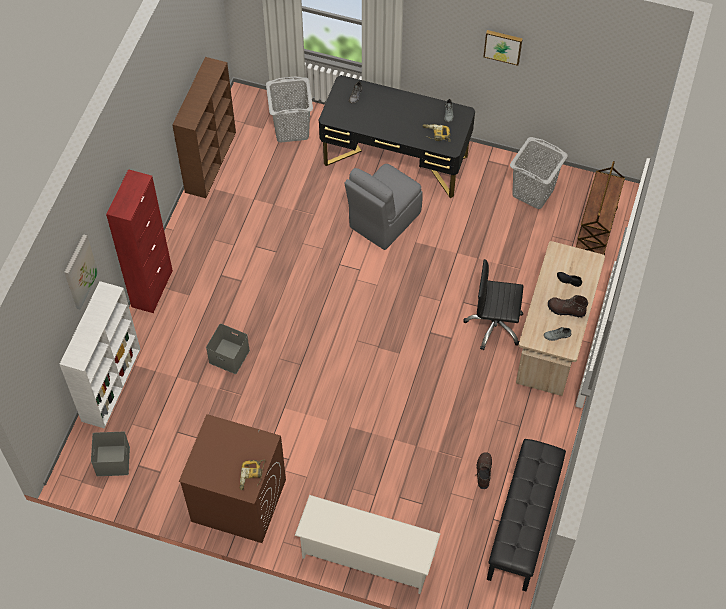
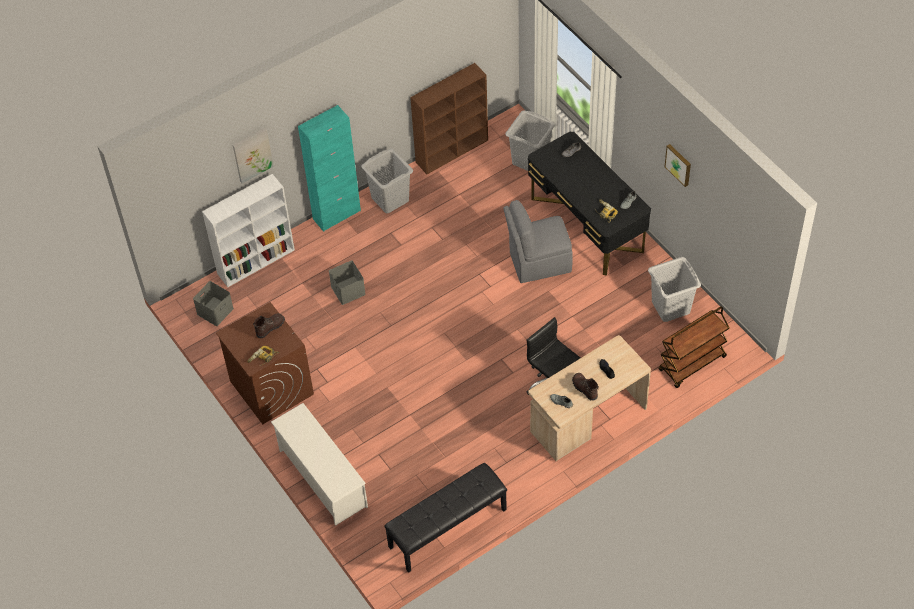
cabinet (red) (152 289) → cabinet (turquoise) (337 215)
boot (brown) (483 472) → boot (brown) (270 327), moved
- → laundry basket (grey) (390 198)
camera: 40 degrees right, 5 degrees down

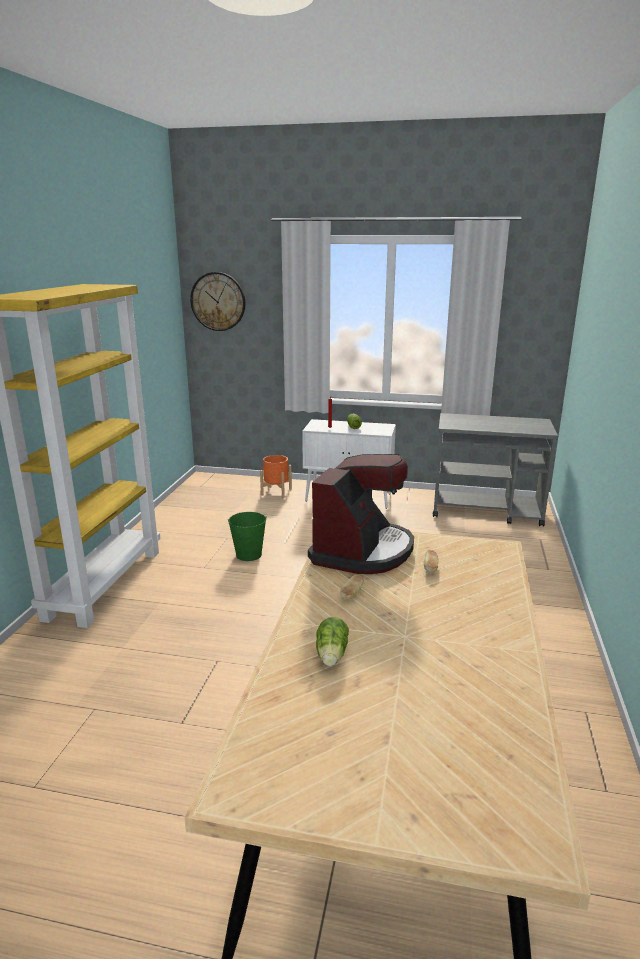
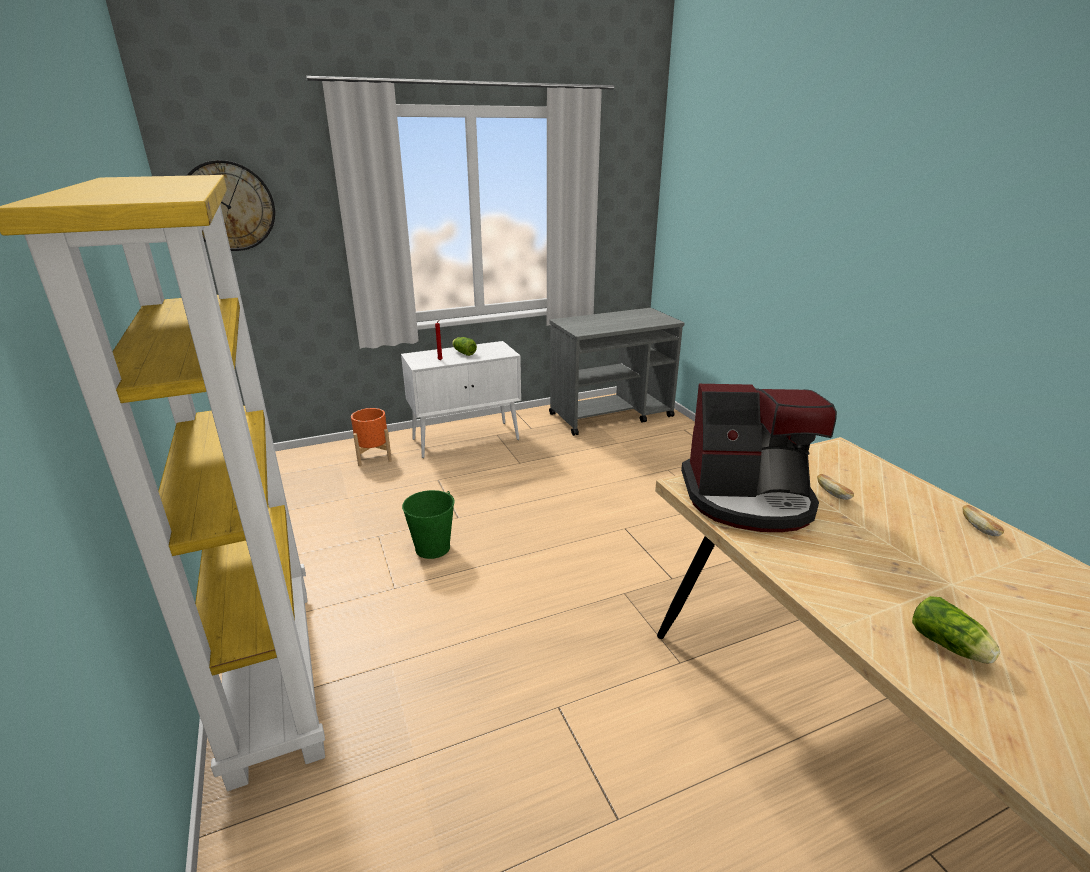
coffee machine (362 551) → coffee machine (748 499), 105 degrees clockwise
bread (352 594) → bread (979 528), moved
camera: 35 degrees left, 5 degrees up

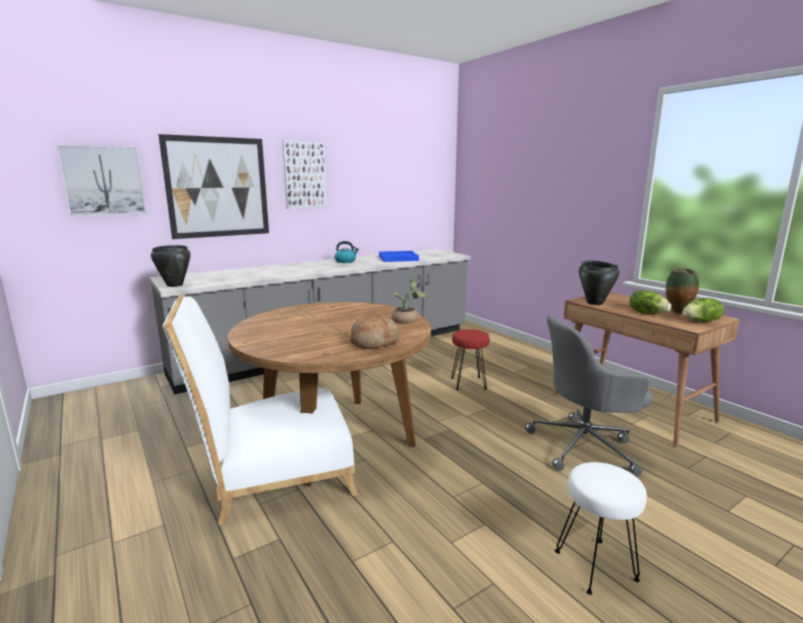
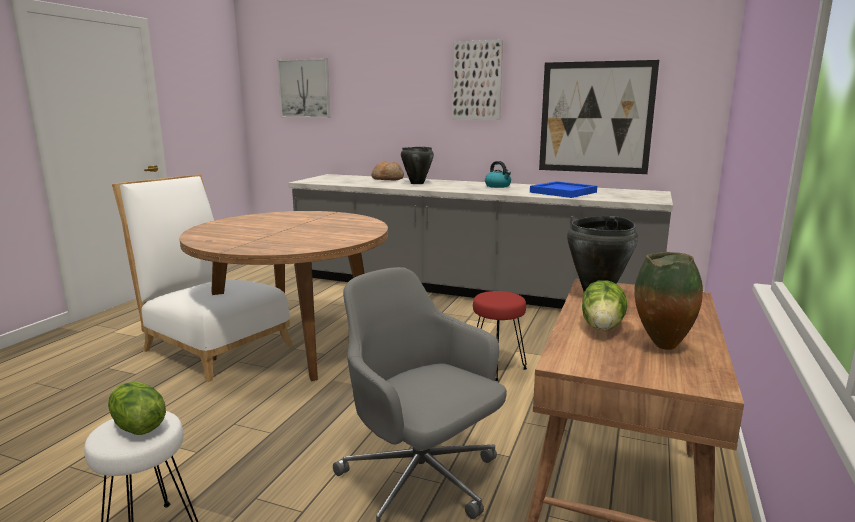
picture (218 187) → picture (595 118), moved
cooking pot (black) (174 285) → cooking pot (black) (416 183), moved
potted plant (407 321) → -
lettuce (701 321) → lettuce (137 426), moved
bread (374 342) → bread (388 179), moved
camera: 55 degrees right, 0 degrees up

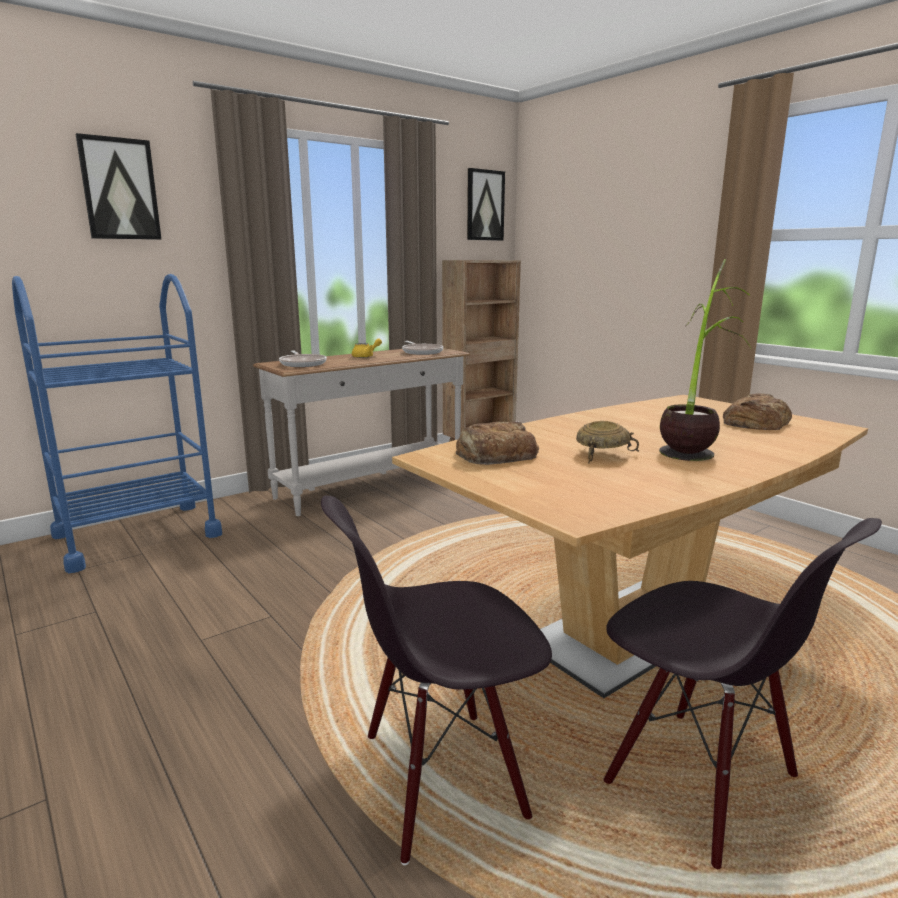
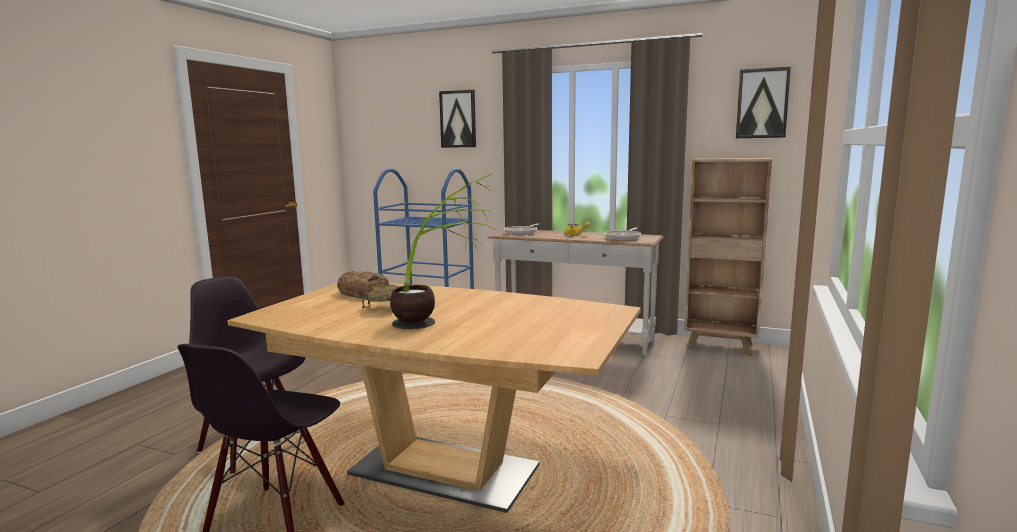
bread (755 422) → -
camera: 60 degrees right, 5 degrees down

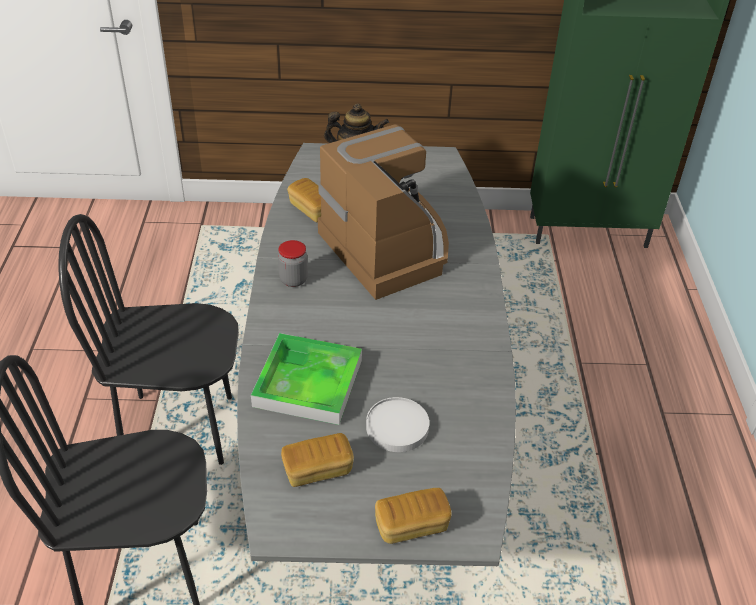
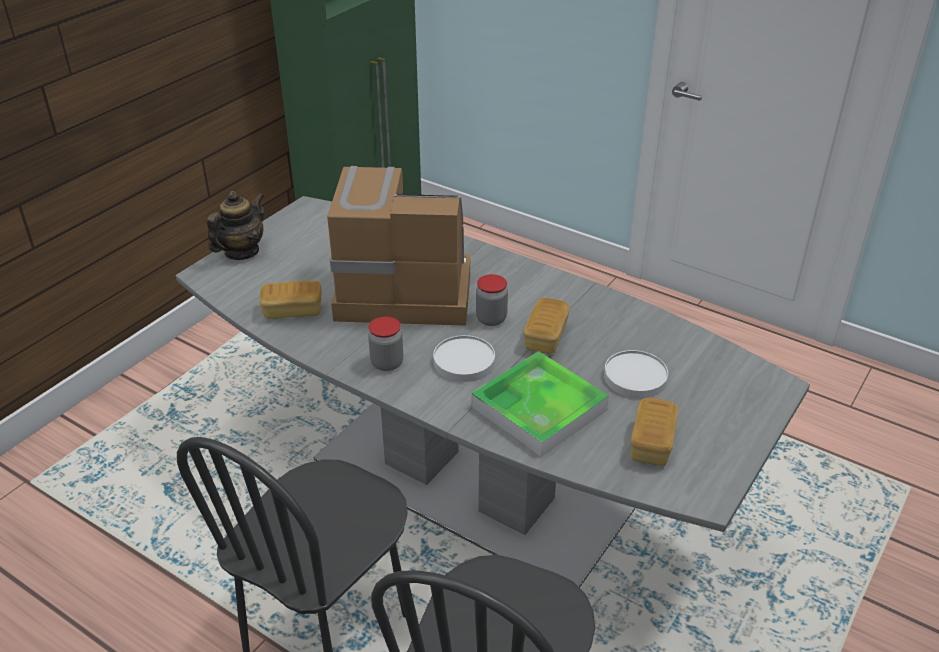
bread (411 525) → bread (545 337), moved
- → jar (491 319)
- → plate (white) (463 361)
camera: 55 degrees left, 5 degrees down

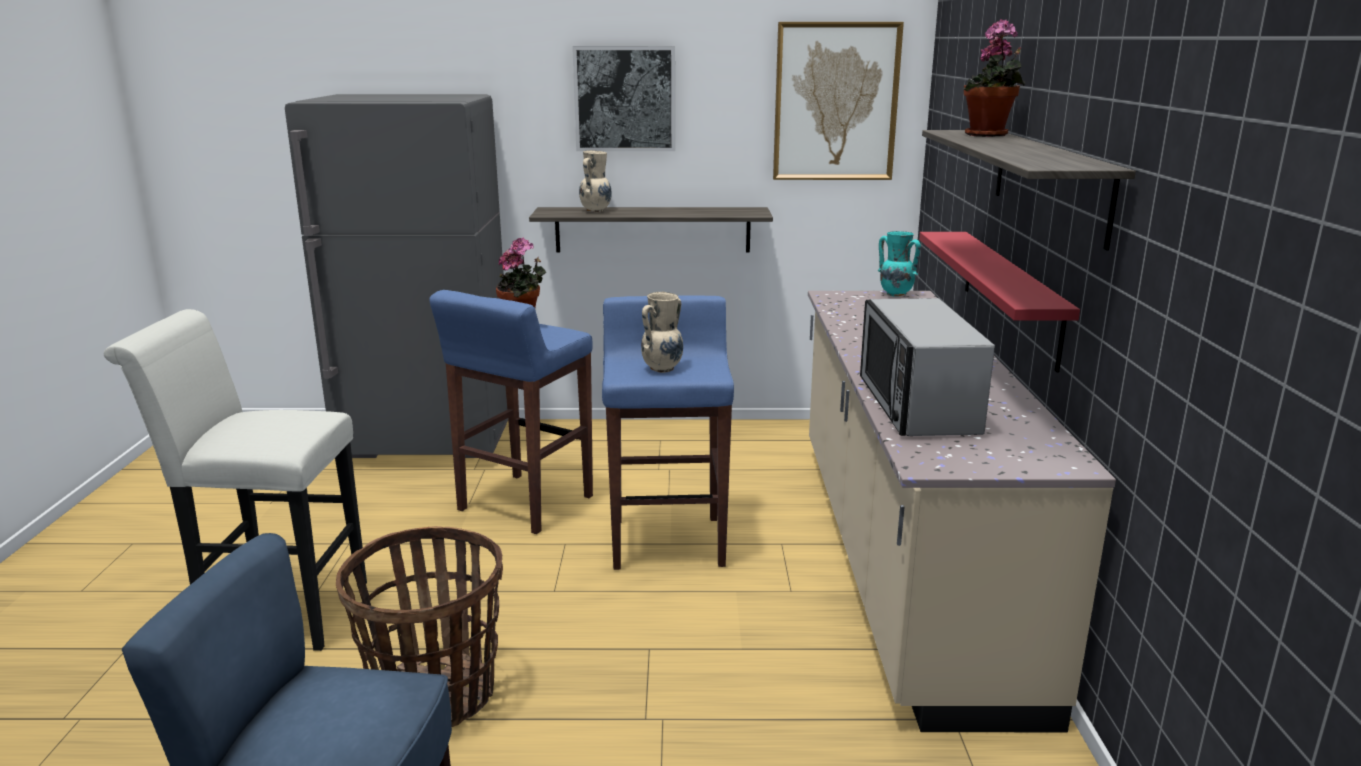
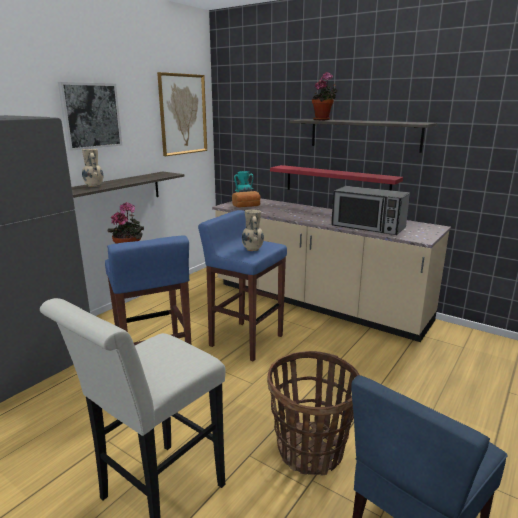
- → bread (247 206)
camera: 55 degrees left, 0 degrees up

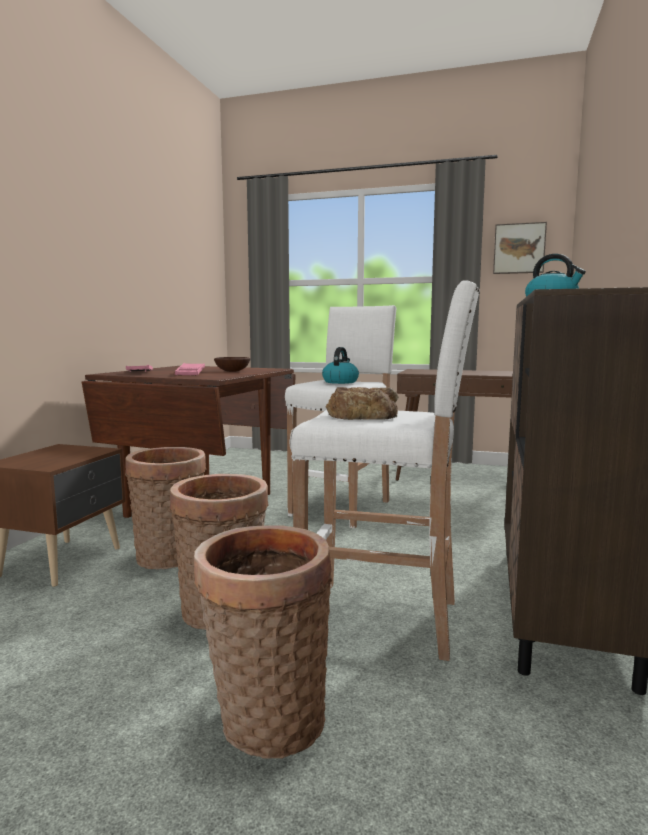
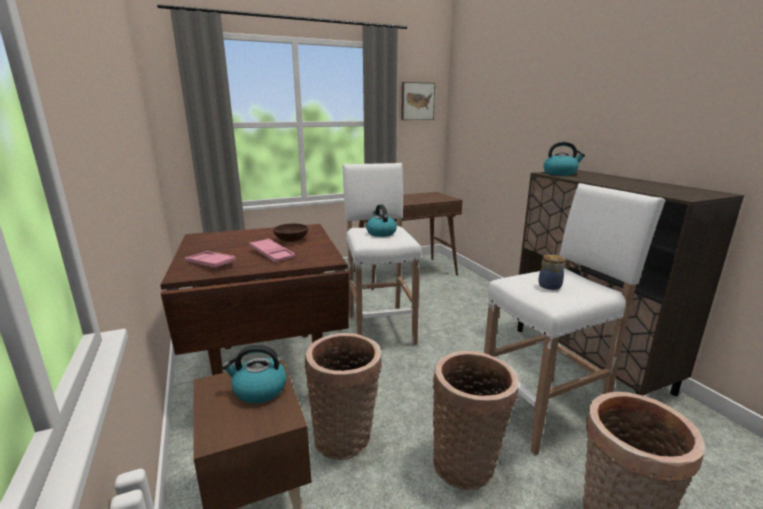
bread (363 414) → jar (549 285)
- → kettle (259 390)
camera: 40 degrees left, 10 degrees up

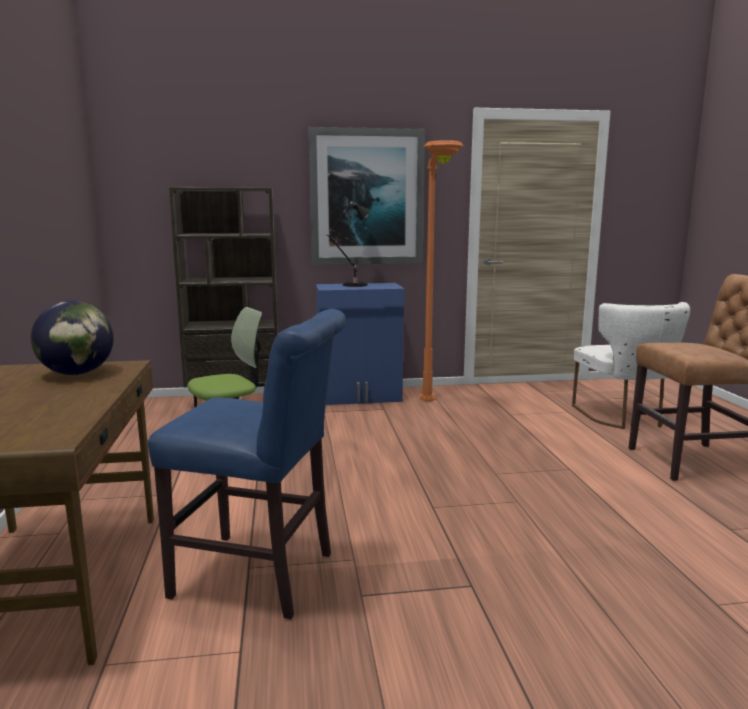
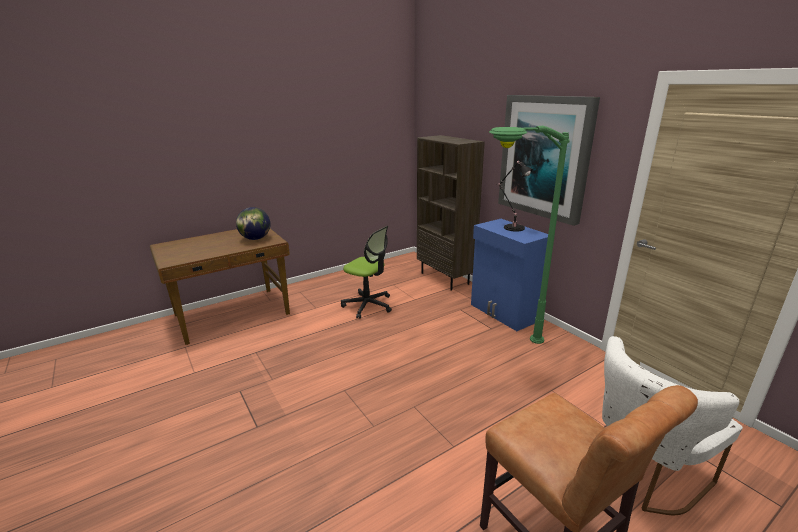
floor lamp (orange) (433 415) → floor lamp (green) (502 352)
chair (blue) (262 576) → -
camera: 65 degrees right, 10 degrees up

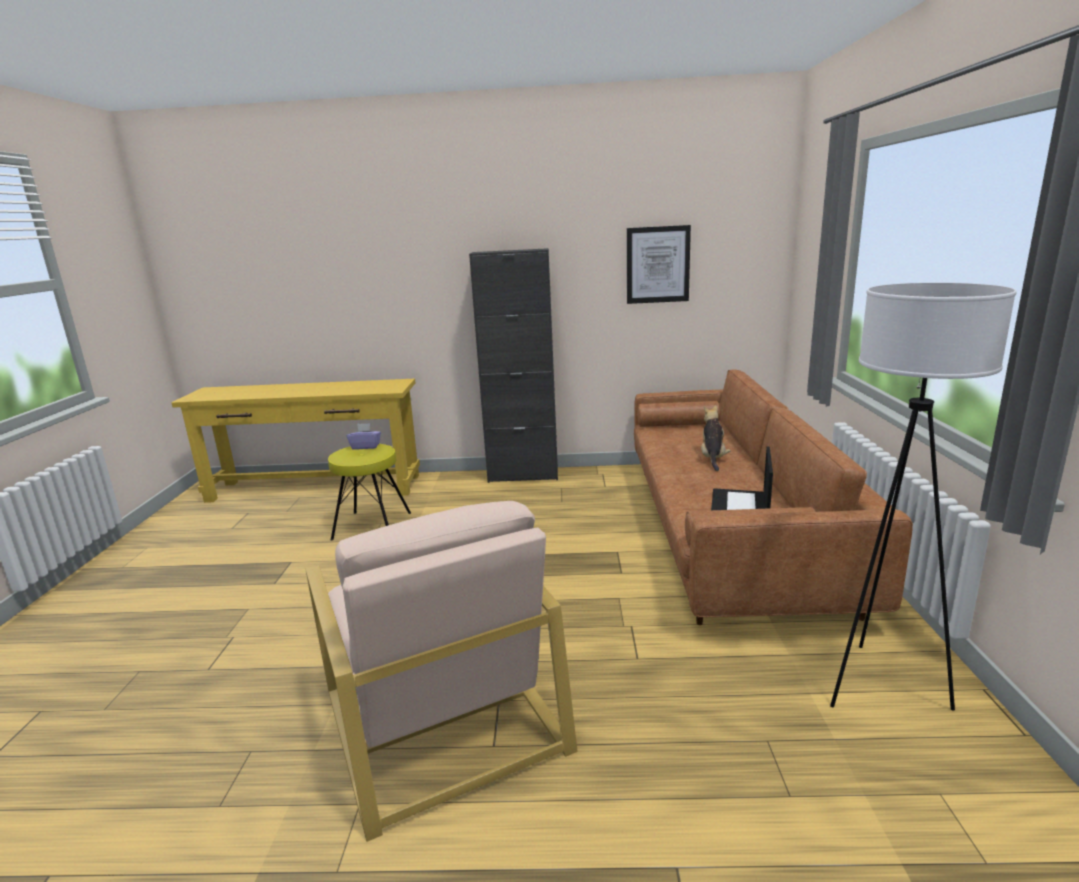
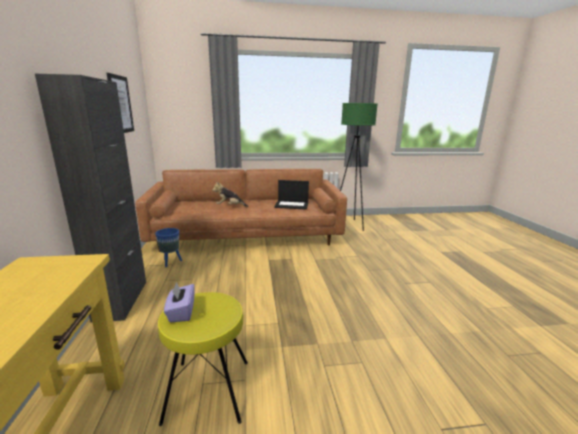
floor lamp (white) (878 686) → floor lamp (green) (349 225)
armchair (beige) (442 717) → -
- → planter (blue) (171 262)
camera: 100 degrees left, 0 degrees up

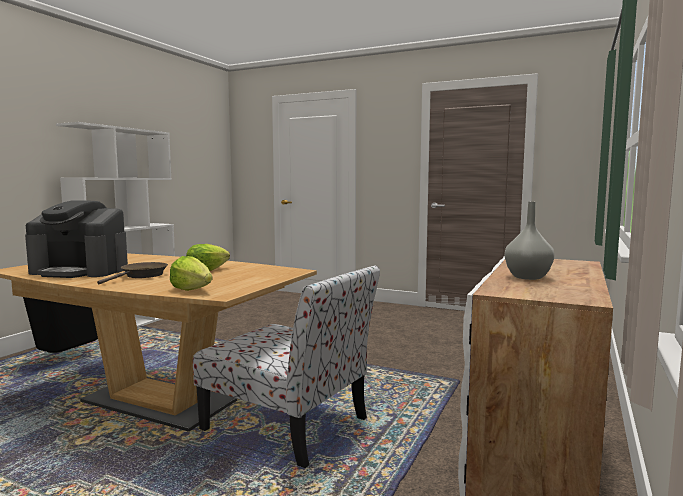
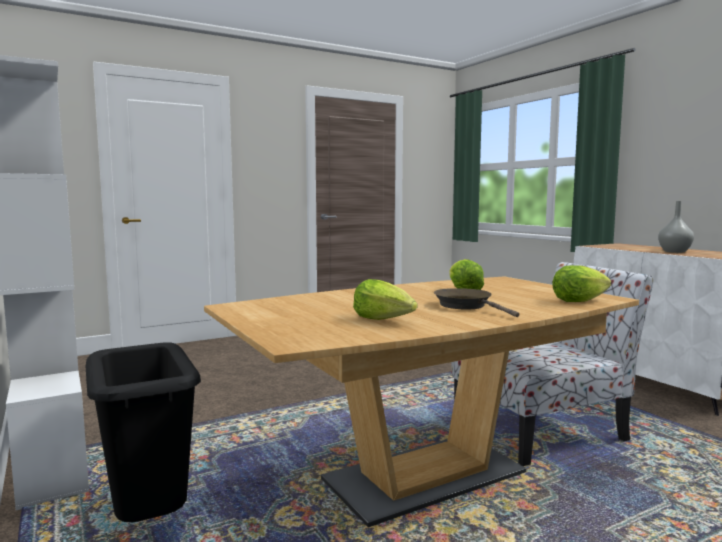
coffee machine (81 271) → lettuce (384 319)
camera: 55 degrees left, 0 degrees up

